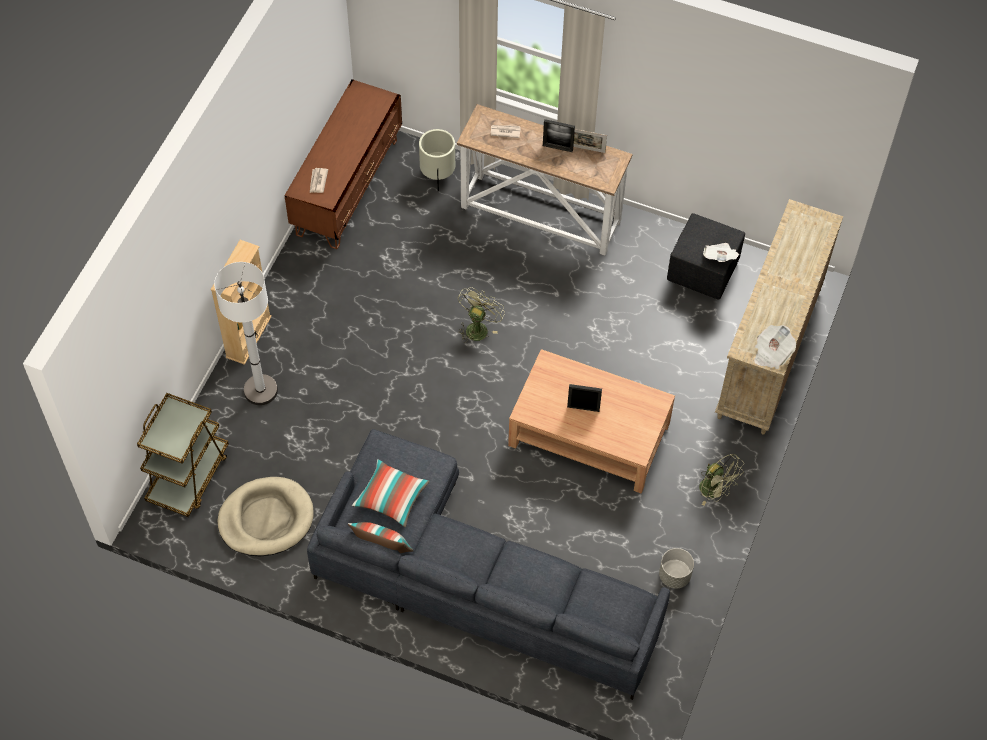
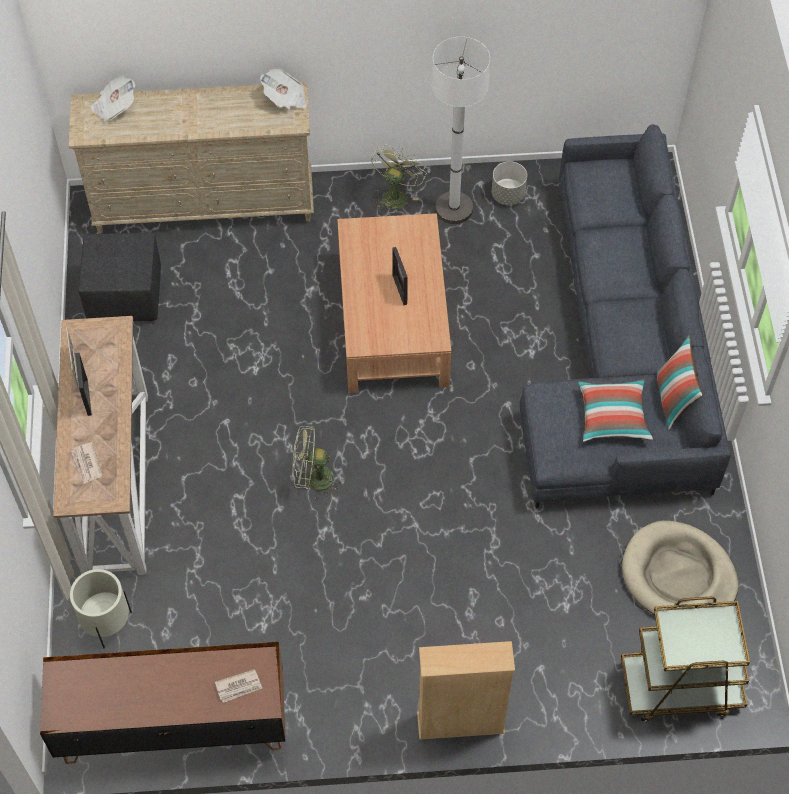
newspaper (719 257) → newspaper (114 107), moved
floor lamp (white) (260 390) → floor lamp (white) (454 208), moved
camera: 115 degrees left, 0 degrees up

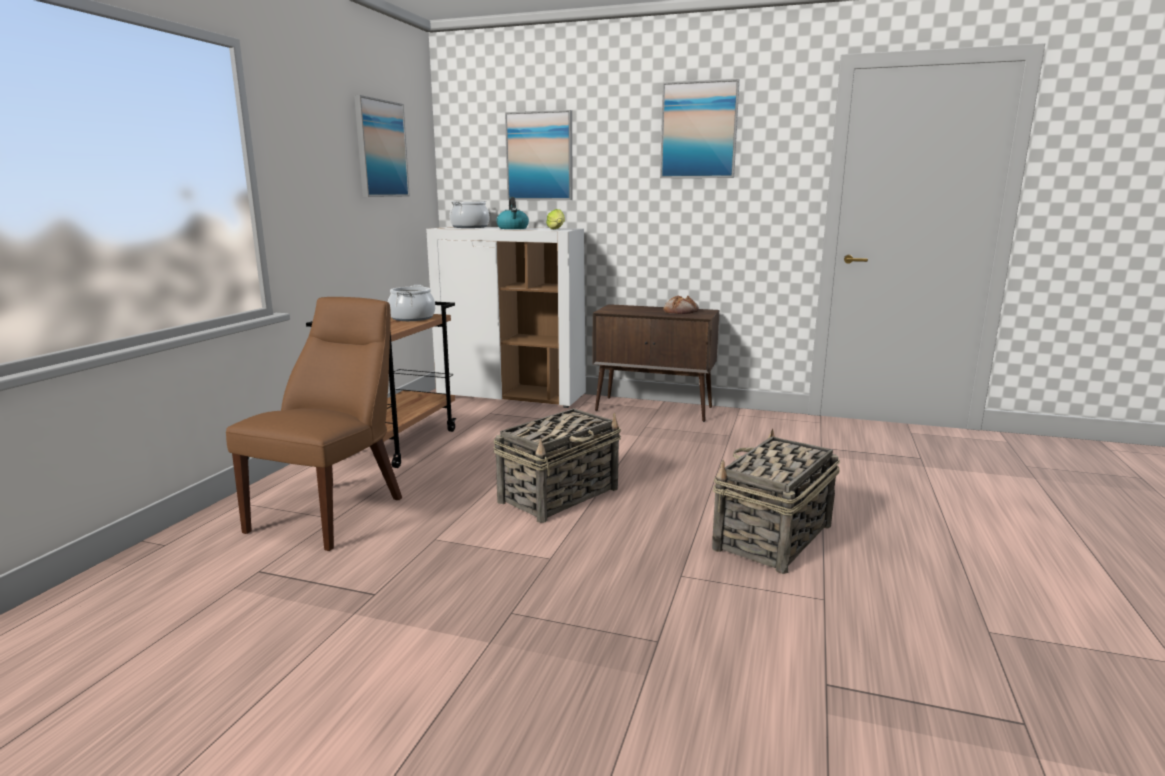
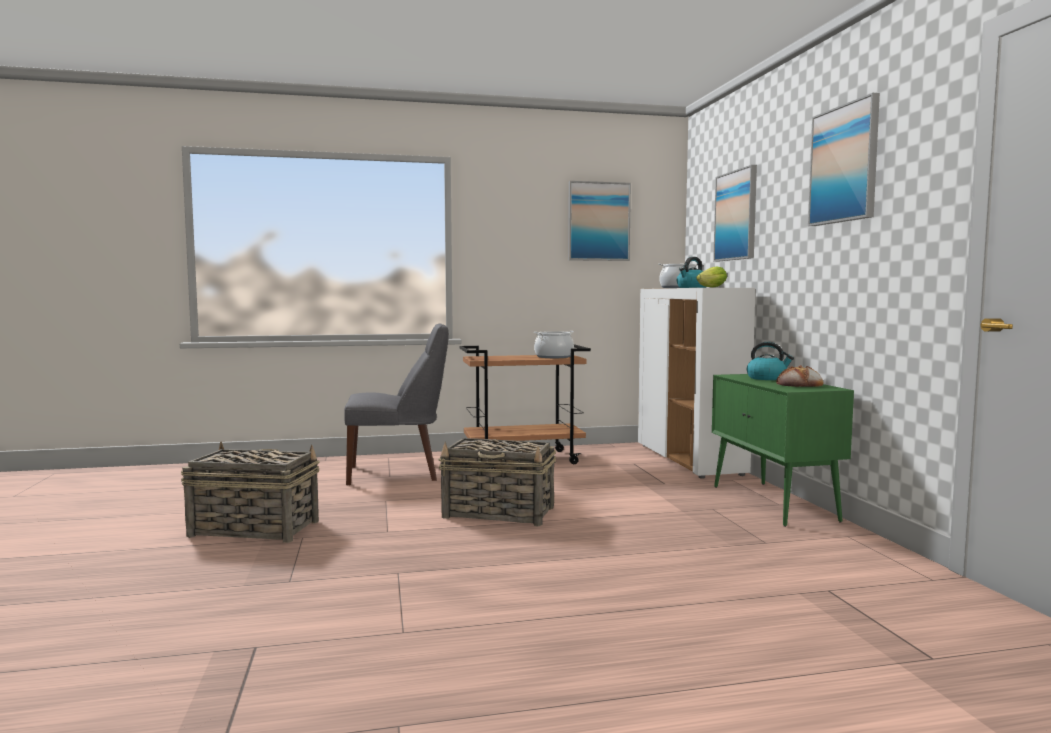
chair (brown) (333 512) → chair (grey) (398 473)
cabinet (brown) (655 409) → cabinet (green) (774 503)
basket (772 538) → basket (253 528), moved
- → kettle (767 378)
camera: 60 degrees right, 10 degrees down

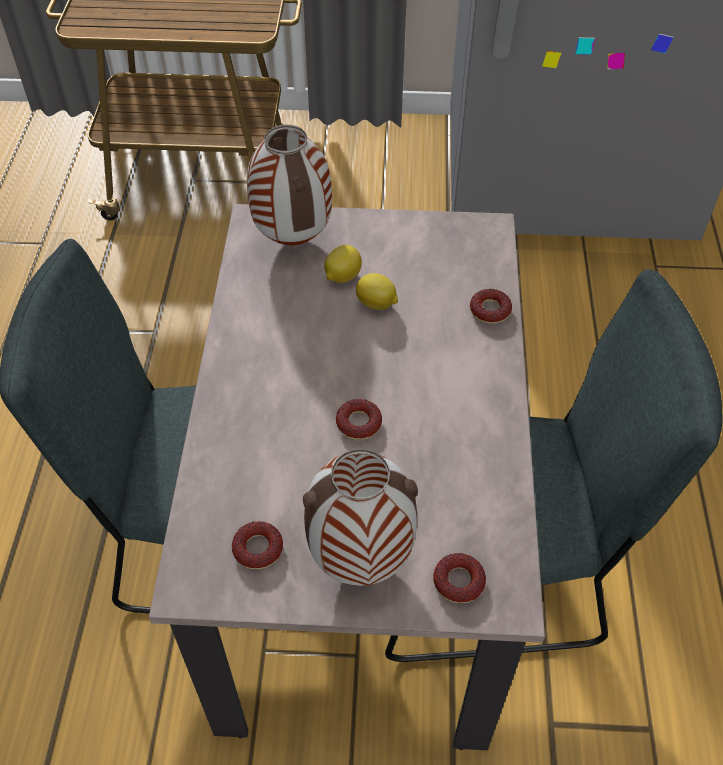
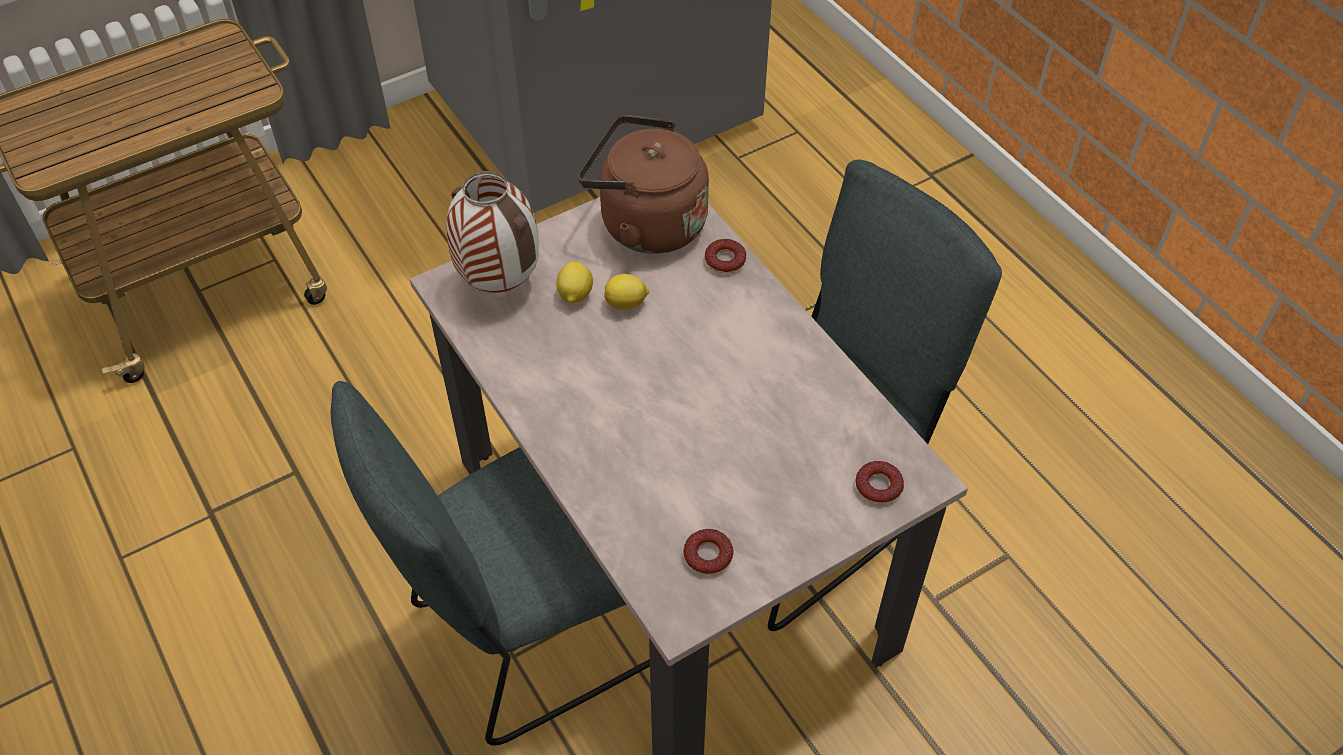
donut (358 423) → -
vase (361 558) → -
- → kettle (brown) (646 223)
camera: 35 degrees left, 0 degrees up

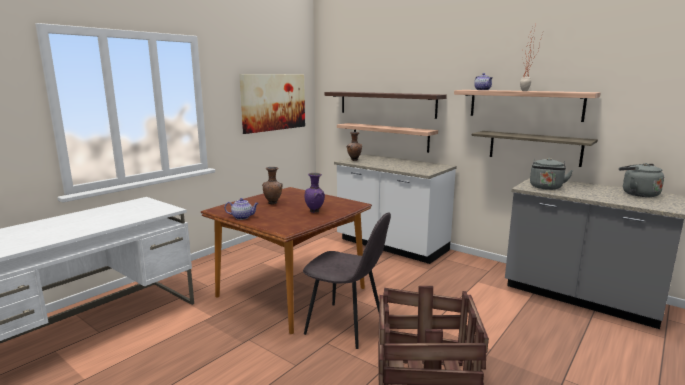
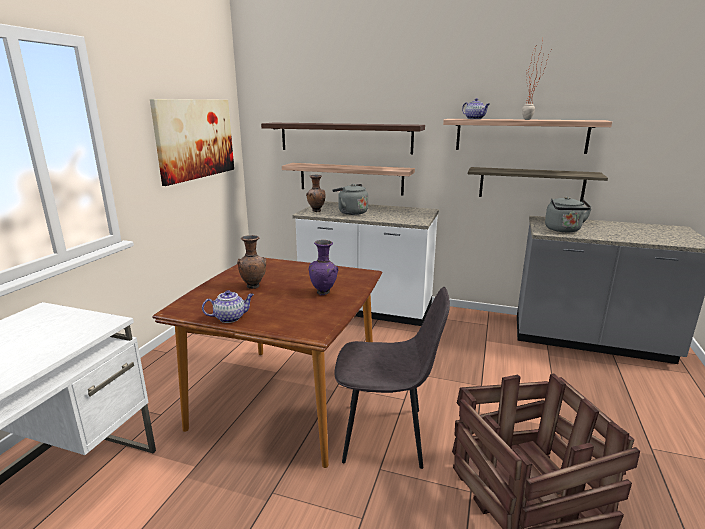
kettle (grey) (637 194) → kettle (grey) (351 212), moved
camera: 20 degrees left, 5 degrees up

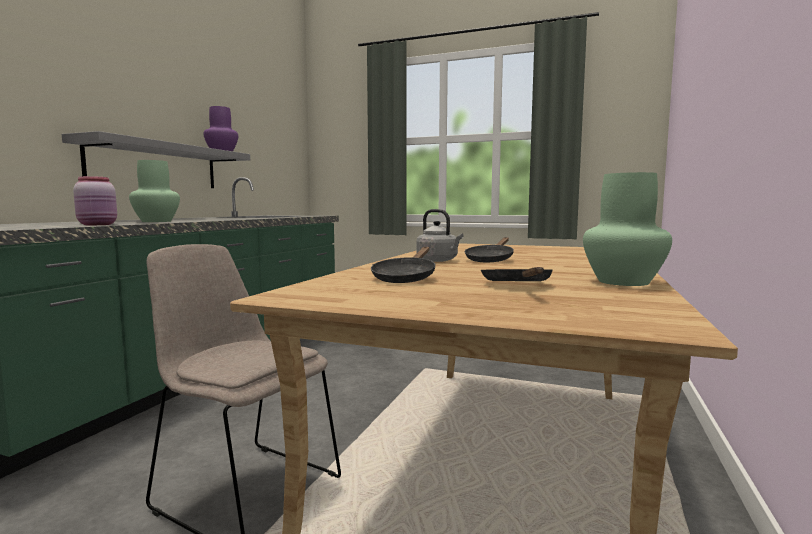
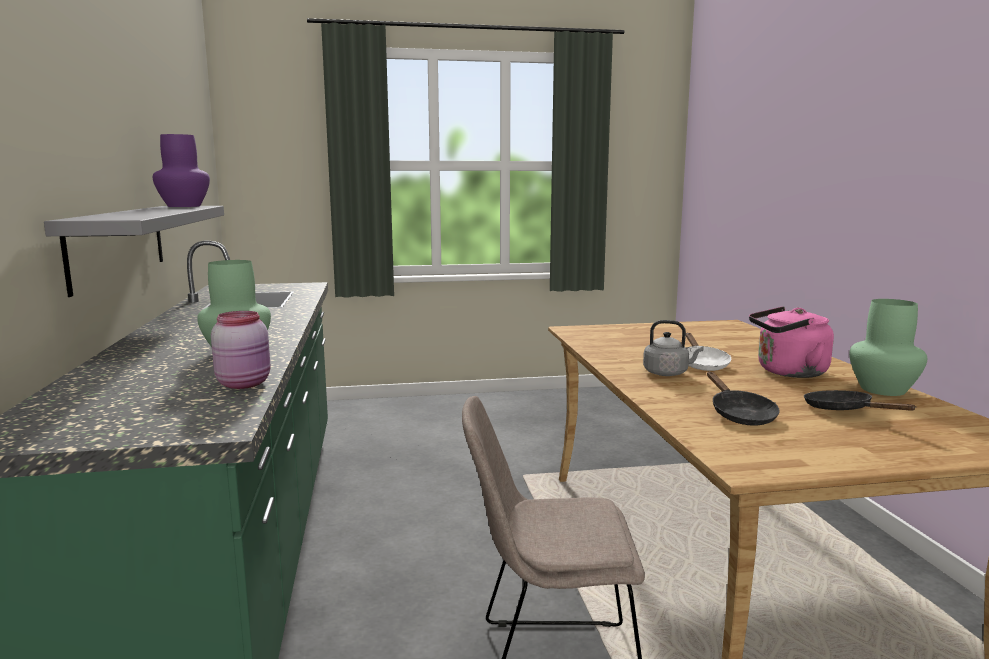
frying pan (black) (490 259) → frying pan (white) (702 364)
- → kettle (pink) (788 372)
camera: 30 degrees left, 5 degrees up

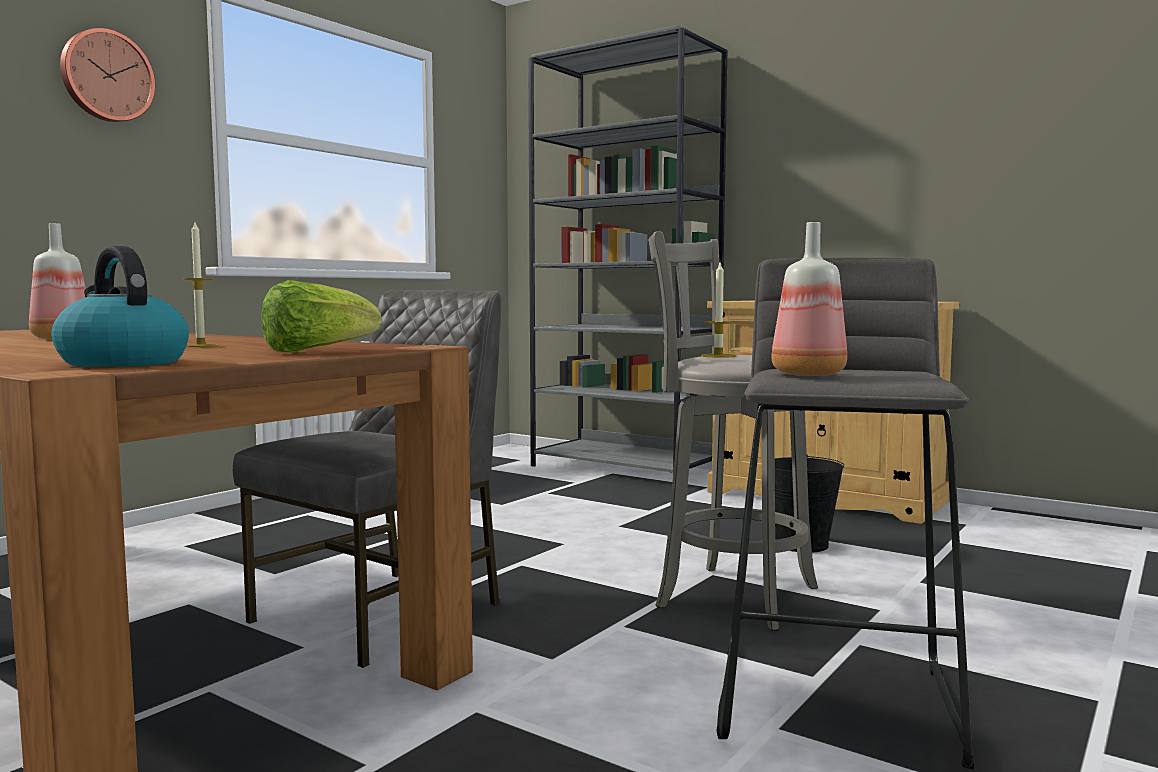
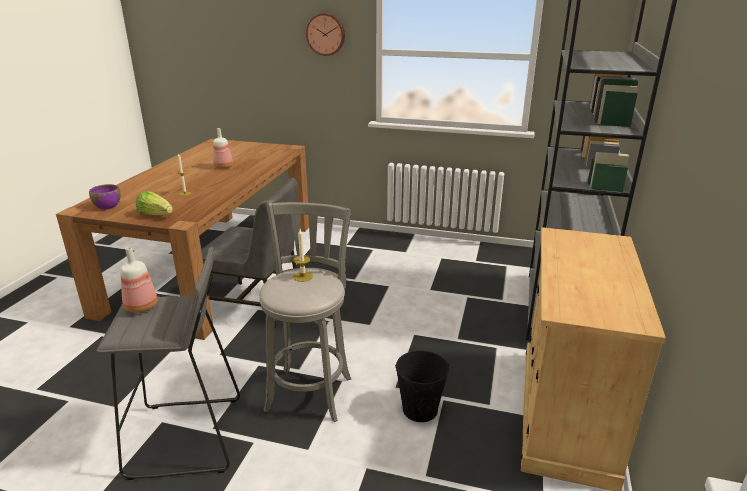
kettle (122 362) → bowl (purple) (107 206)
camera: 70 degrees right, 20 degrees up

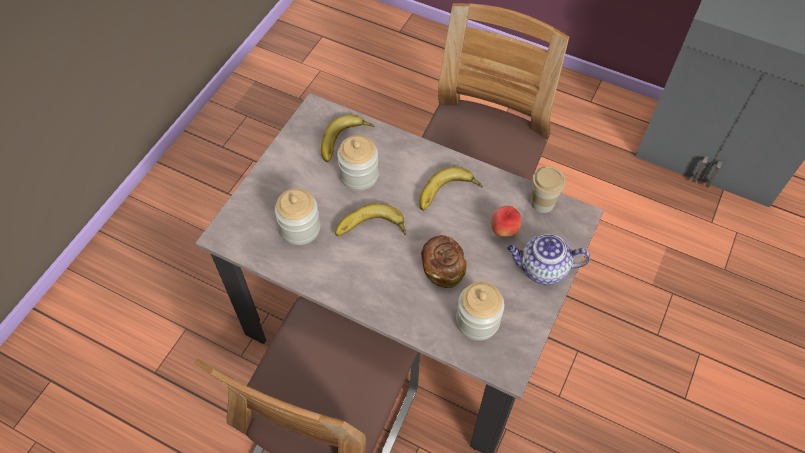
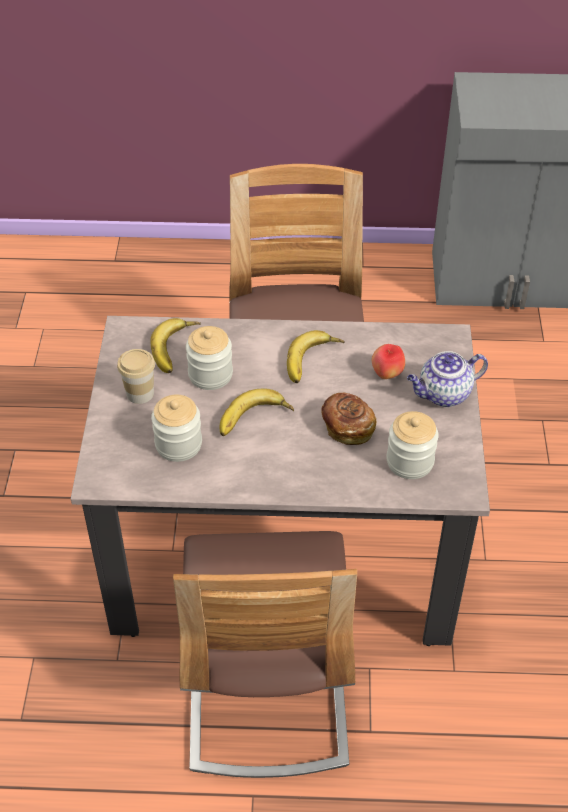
cup (542 202) → cup (140 393), moved
camera: 25 degrees left, 10 degrees down

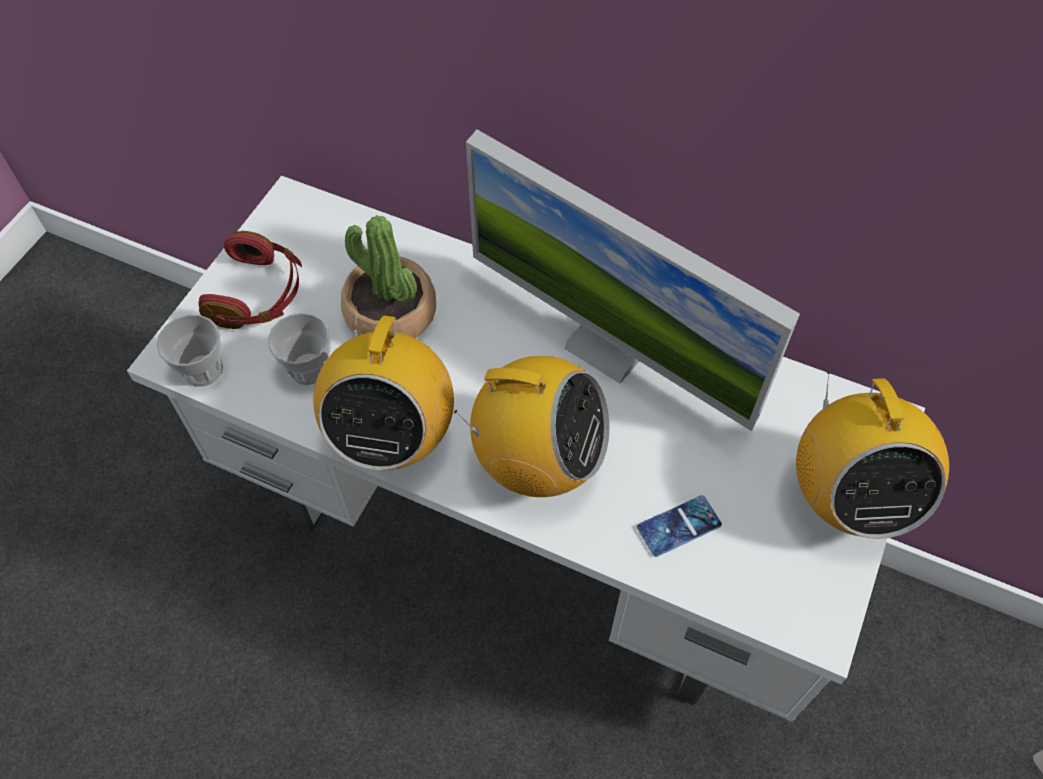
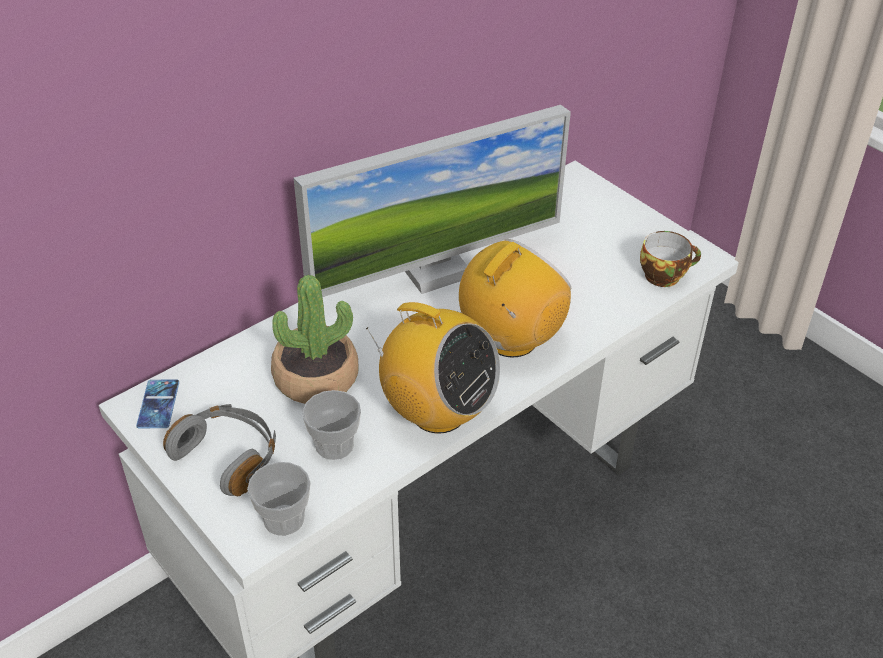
headphones (red) (259 294) → headphones (grey) (228 457)
radio (848 497) → -
phone (679 526) → phone (158 404), moved
- → cup (664 275)
camera: 65 degrees left, 15 degrees down

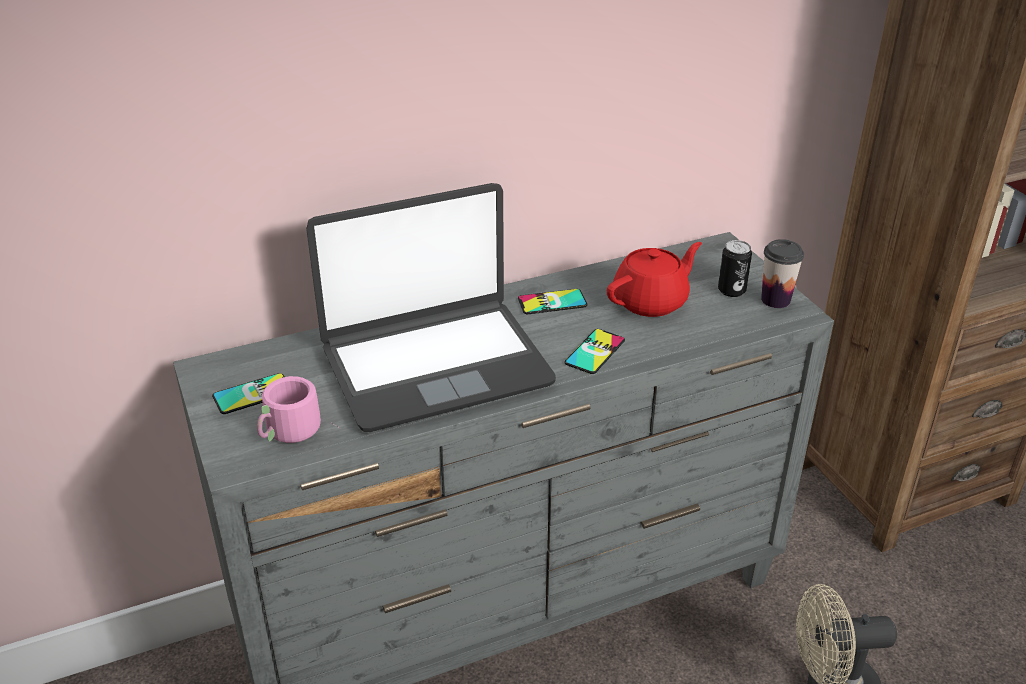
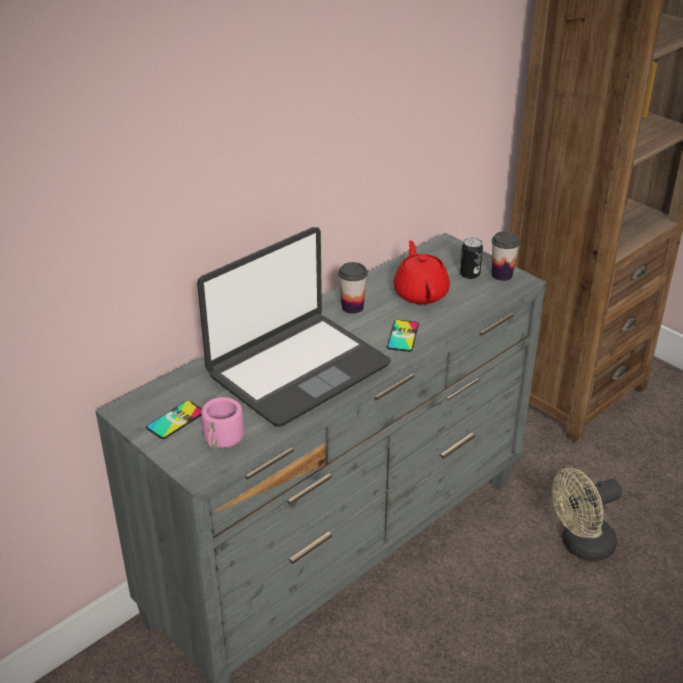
teapot (red) (651 301) → teapot (red) (420 293), 45 degrees counterclockwise
phone (552 302) → cup (352 307)
camera: 20 degrees left, 0 degrees up

